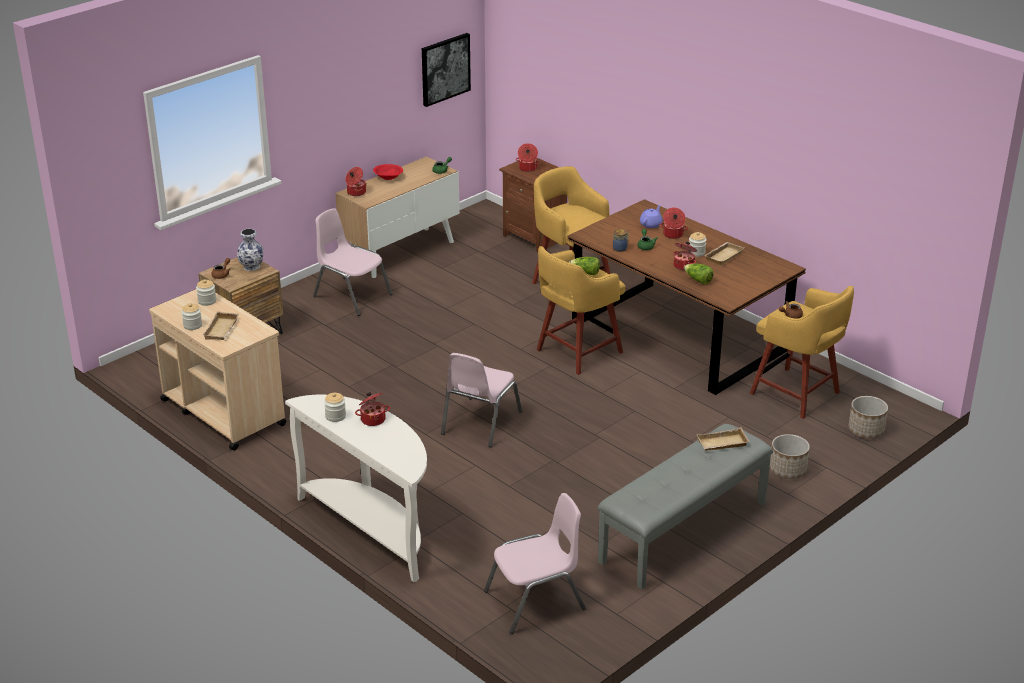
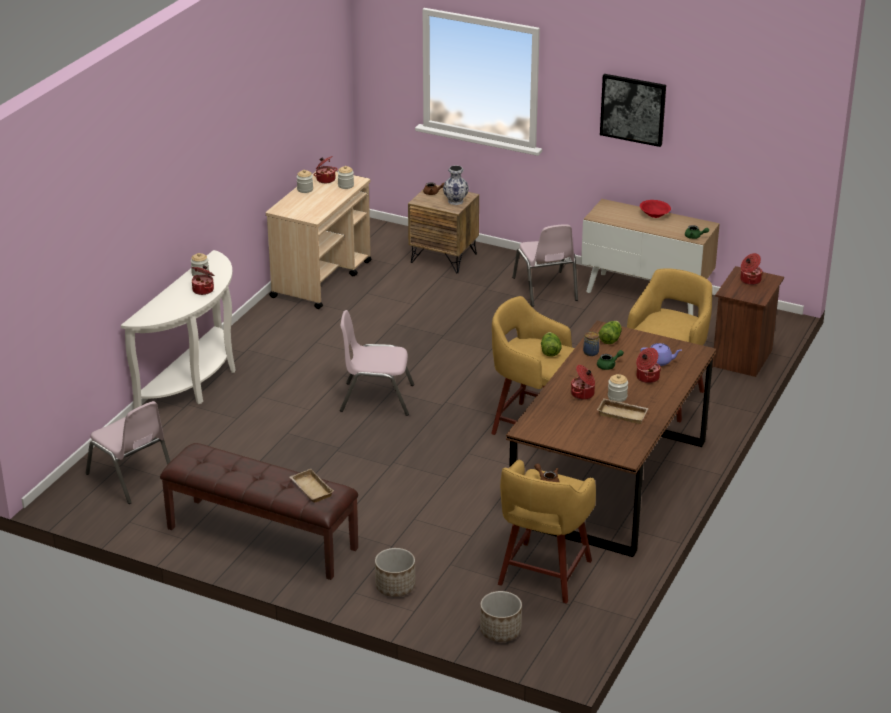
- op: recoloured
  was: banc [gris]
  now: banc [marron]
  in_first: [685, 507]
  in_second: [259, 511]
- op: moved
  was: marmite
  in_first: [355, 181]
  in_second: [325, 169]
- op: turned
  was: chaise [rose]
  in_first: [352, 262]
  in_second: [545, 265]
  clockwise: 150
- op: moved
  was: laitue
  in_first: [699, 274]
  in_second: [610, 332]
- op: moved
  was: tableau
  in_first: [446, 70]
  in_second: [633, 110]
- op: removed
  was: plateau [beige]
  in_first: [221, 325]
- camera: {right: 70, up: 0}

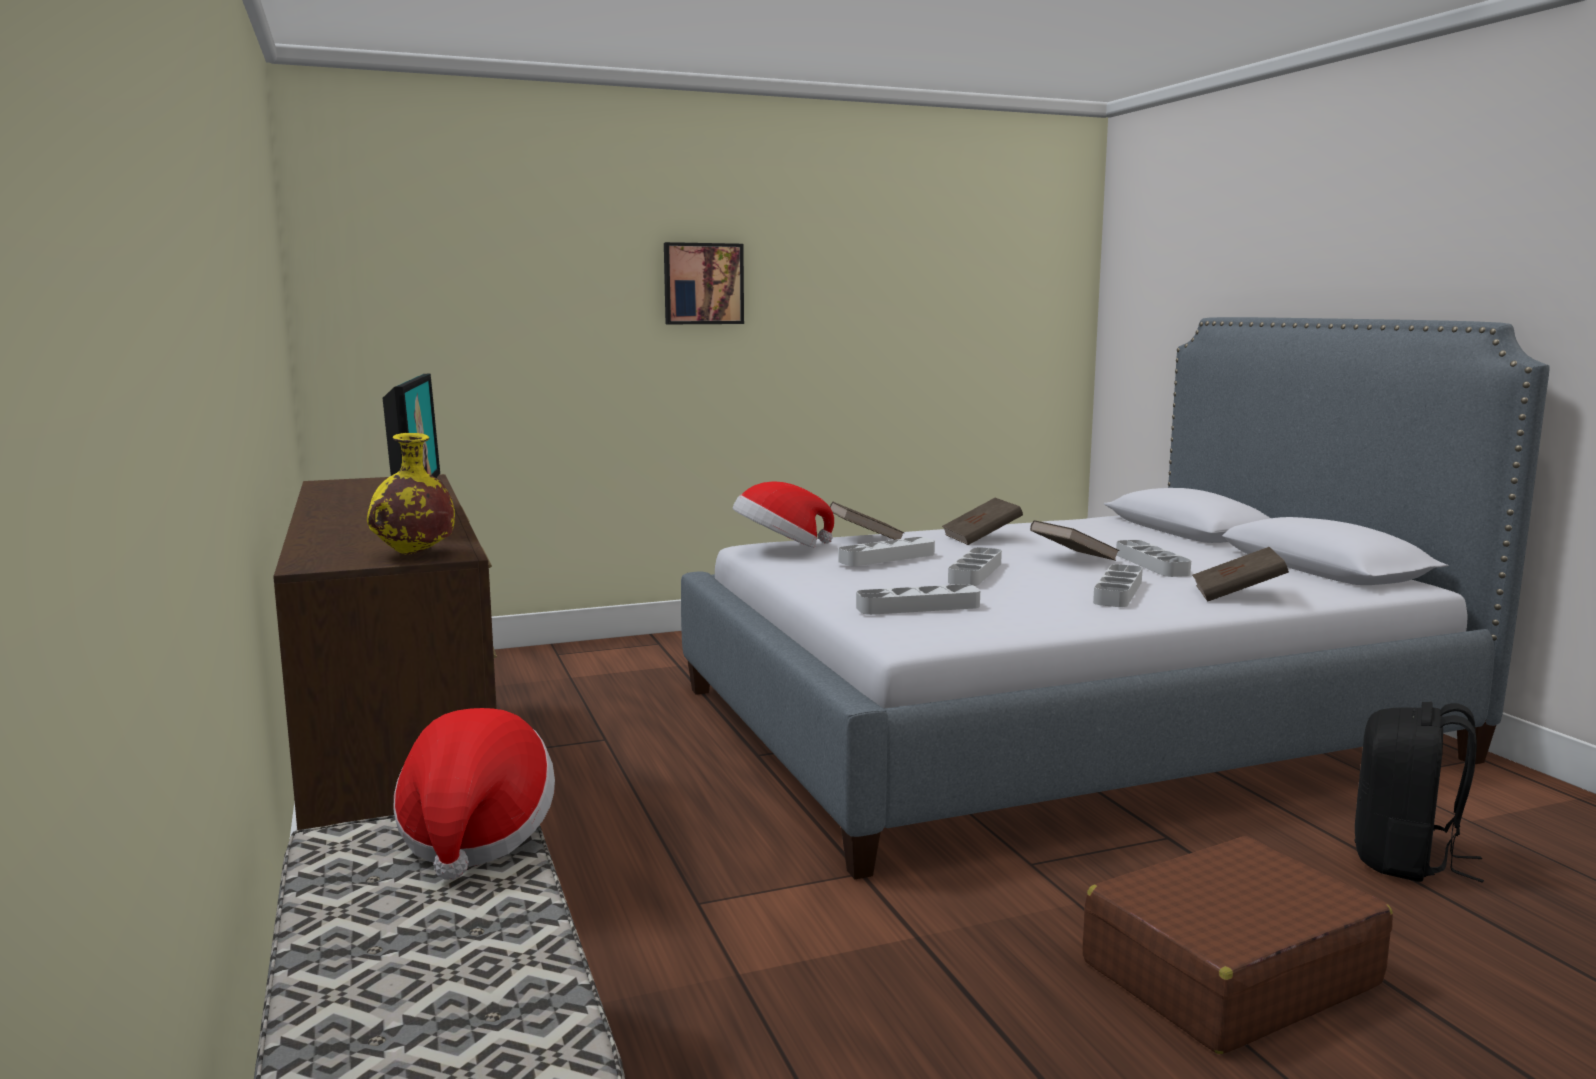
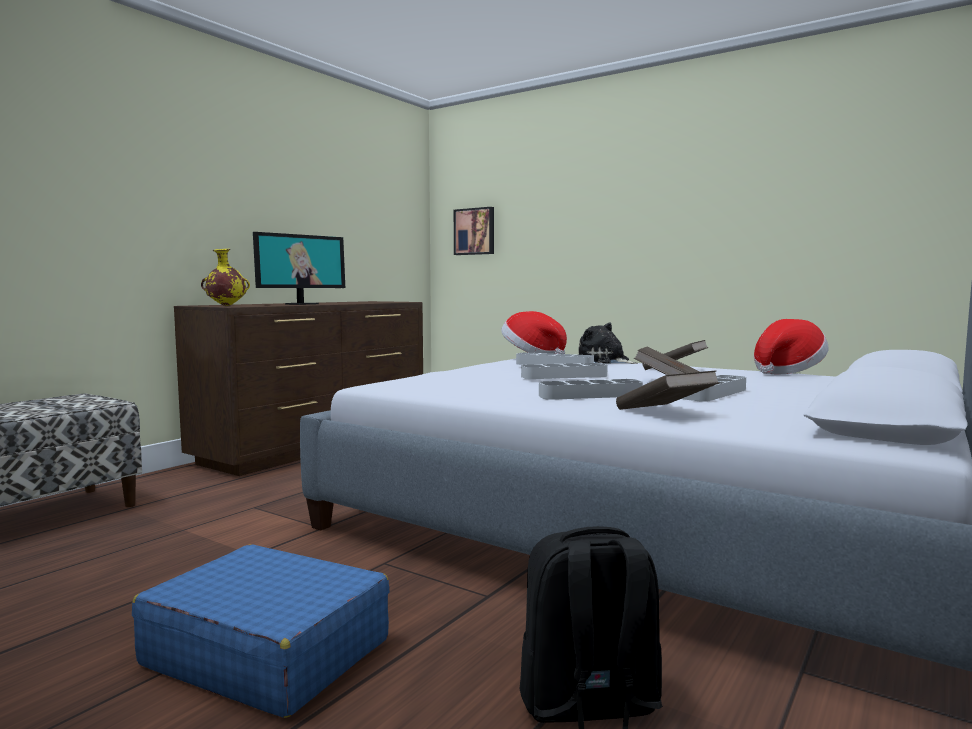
- op: recoloured
  was: valise [marron]
  now: valise [bleu]
  in_first: [1238, 945]
  in_second: [261, 631]
- op: moved
  was: tableau
  in_first: [704, 283]
  in_second: [474, 231]
- op: replaced
  was: livre [marron]
  now: peluche
  in_first: [867, 521]
  in_second: [608, 343]
- op: moved
  was: chapeau
  in_first: [474, 794]
  in_second: [791, 347]
- op: removed
  was: plateau [gris]
  in_first: [918, 599]
- camera: {right: 55, up: -5}

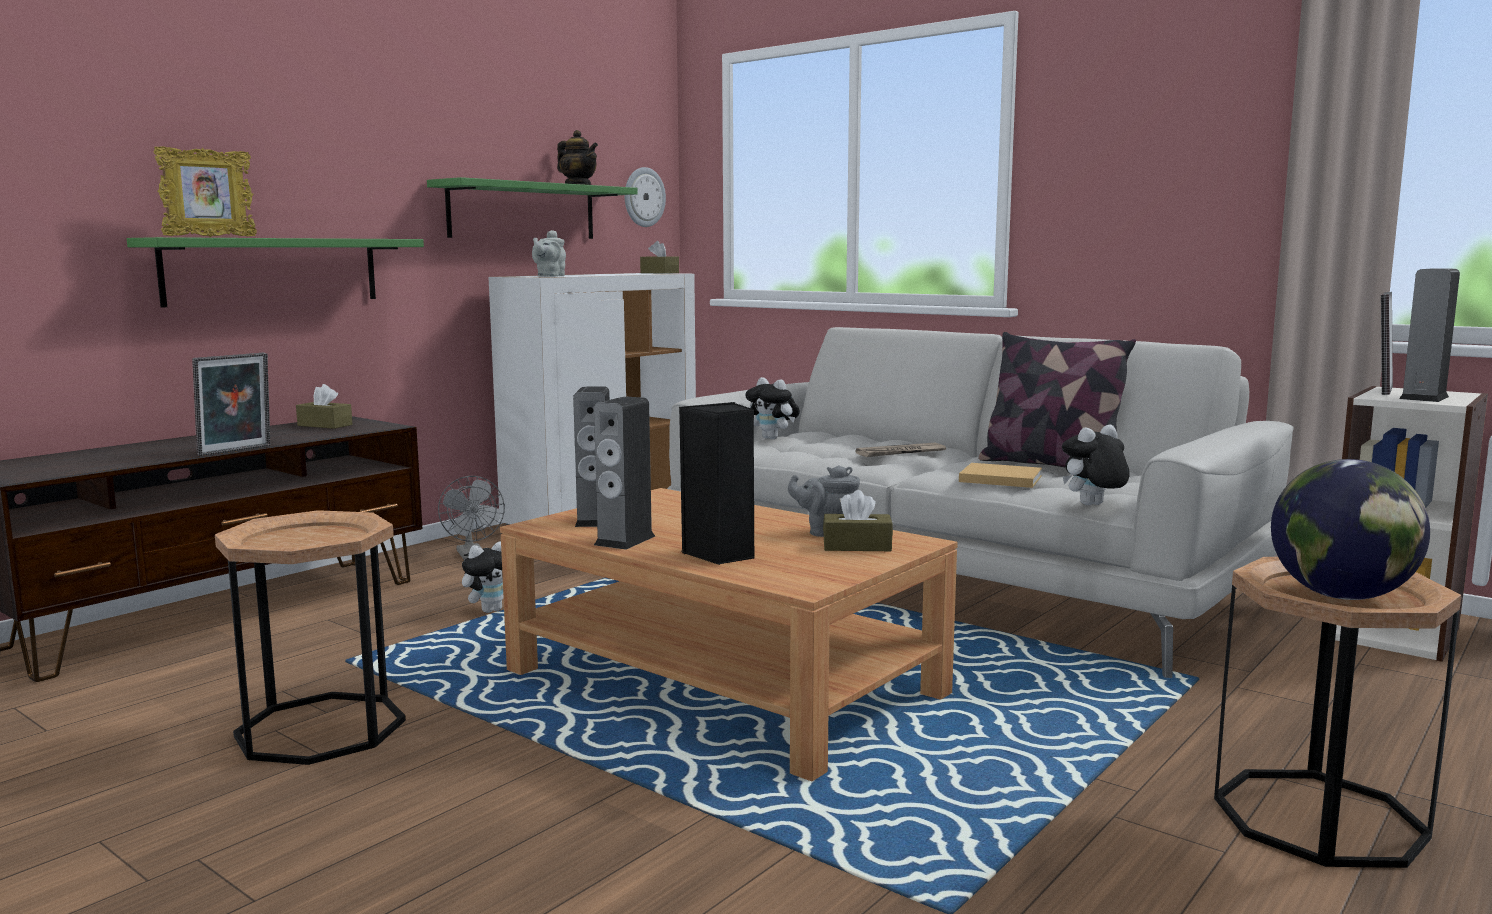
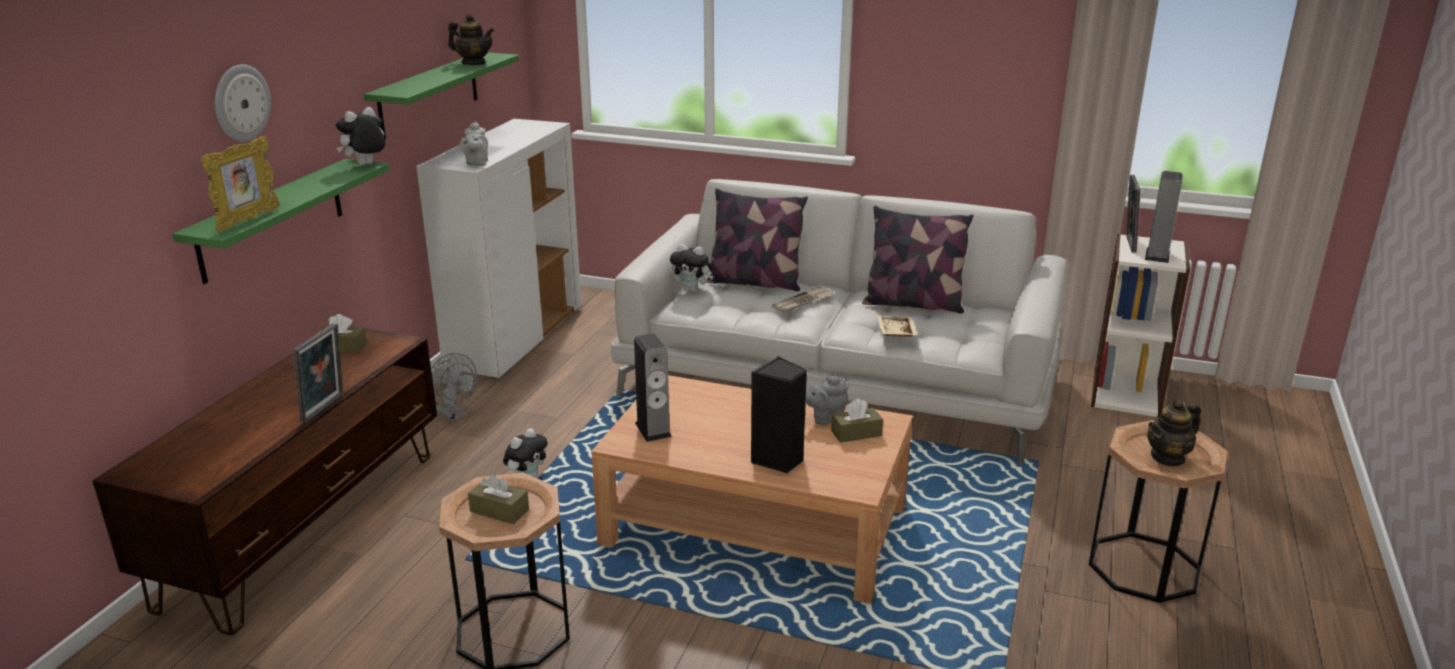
- op: moved
  was: horloge murale
  in_first: [645, 197]
  in_second: [243, 103]
- op: moved
  was: peluche
  in_first: [1095, 465]
  in_second: [361, 136]
- op: moved
  was: boîte à mouchoirs [marron]
  in_first: [659, 257]
  in_second: [498, 499]
- op: added
  now: coussin
  in_second: [757, 239]
- op: replaced
  was: livre [beige]
  now: plateau [beige]
  in_first: [1000, 475]
  in_second: [897, 326]
- op: replaced
  was: globe
  now: théière
  in_first: [1350, 529]
  in_second: [1174, 433]
- op: removed
  was: enceinte
  in_first: [624, 473]
- camera: {right: -20, up: 15}

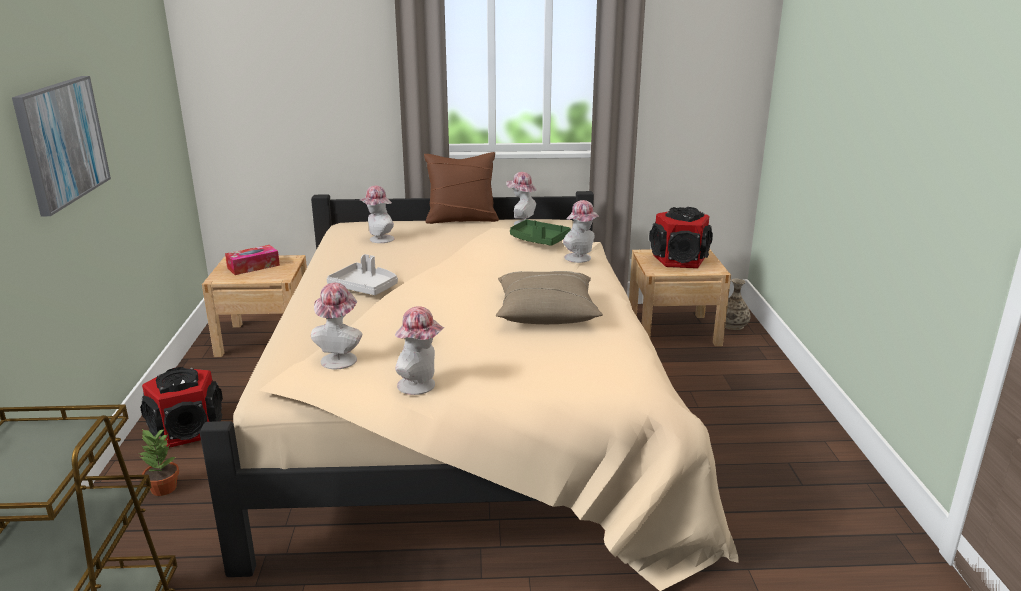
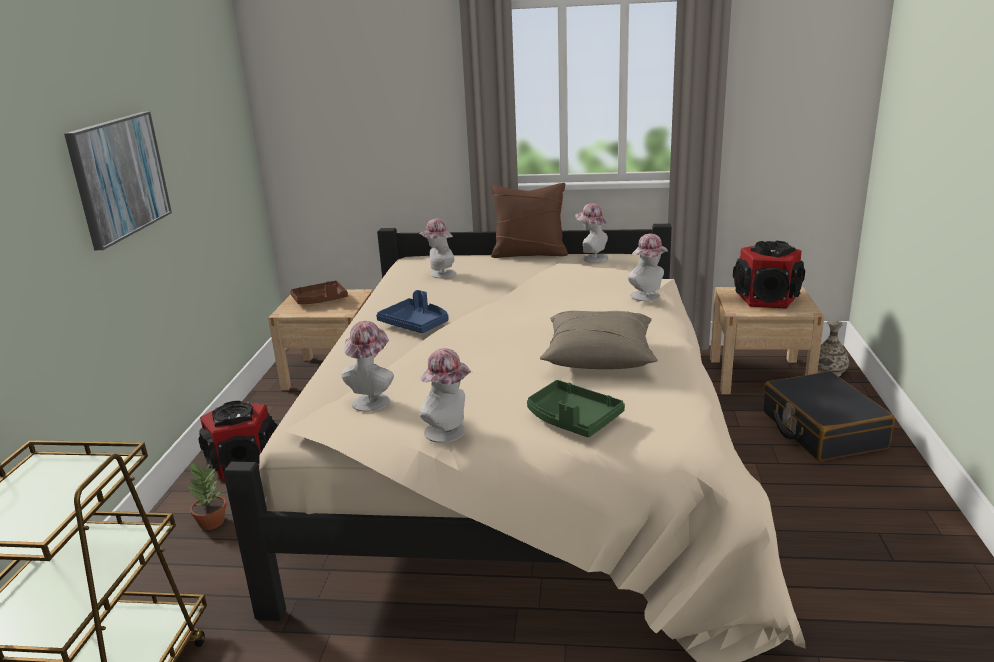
- op: replaced
  was: boîte à mouchoirs
  now: plateau [marron]
  in_first: [252, 260]
  in_second: [319, 292]
- op: recoloured
  was: plateau [gris]
  now: plateau [bleu]
  in_first: [362, 274]
  in_second: [412, 311]
- op: moved
  was: plateau [vert]
  in_first: [540, 233]
  in_second: [576, 408]
- op: added
  now: valise [noir]
  in_second: [829, 416]
- camera: {right: 10, up: 0}

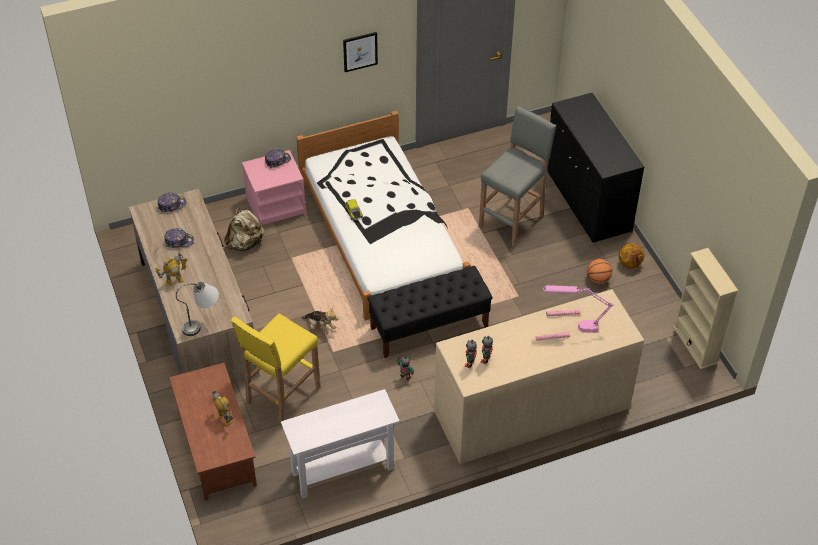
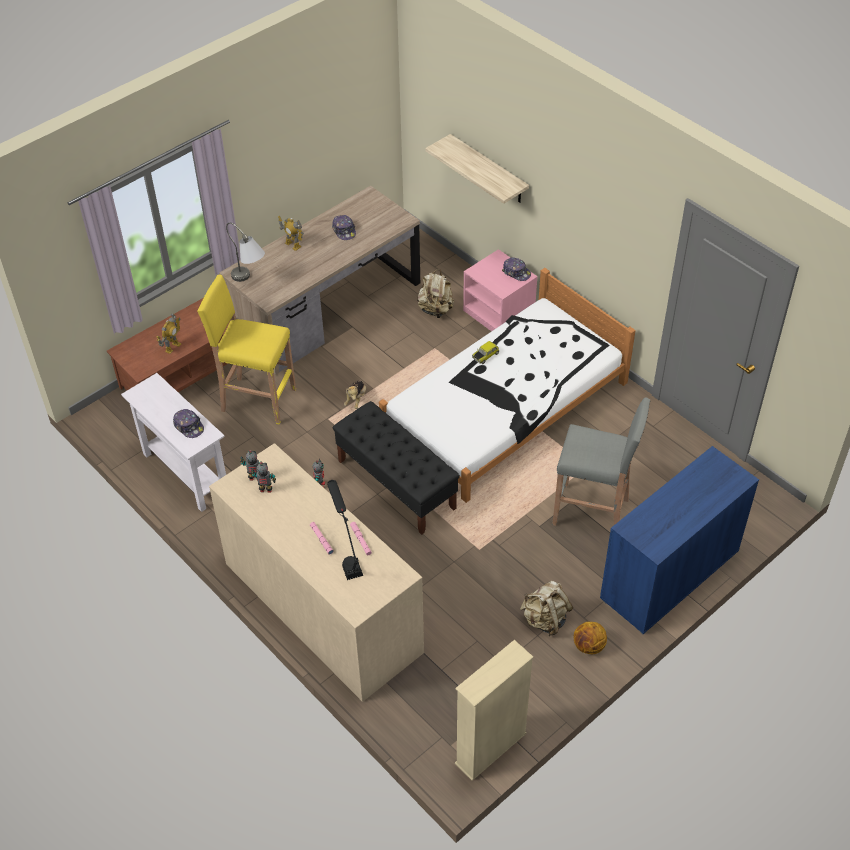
- op: moved
  was: casquette
  in_first: [172, 203]
  in_second: [188, 423]
- op: recoloured
  was: lampe de table [rose]
  now: lampe de table [noir]
  in_first: [578, 309]
  in_second: [345, 530]
- op: added
  now: étagère
  in_second: [477, 169]
- op: replaced
  was: ballon de basket
  now: sac à dos [beige]
  in_first: [599, 271]
  in_second: [546, 608]
- op: recoloured
  was: meuble de rangement [noir]
  now: meuble de rangement [bleu]
  in_first: [595, 168]
  in_second: [679, 540]
- op: removed
  was: tableau
  in_first: [360, 52]
- camera: {right: 70, up: 0}

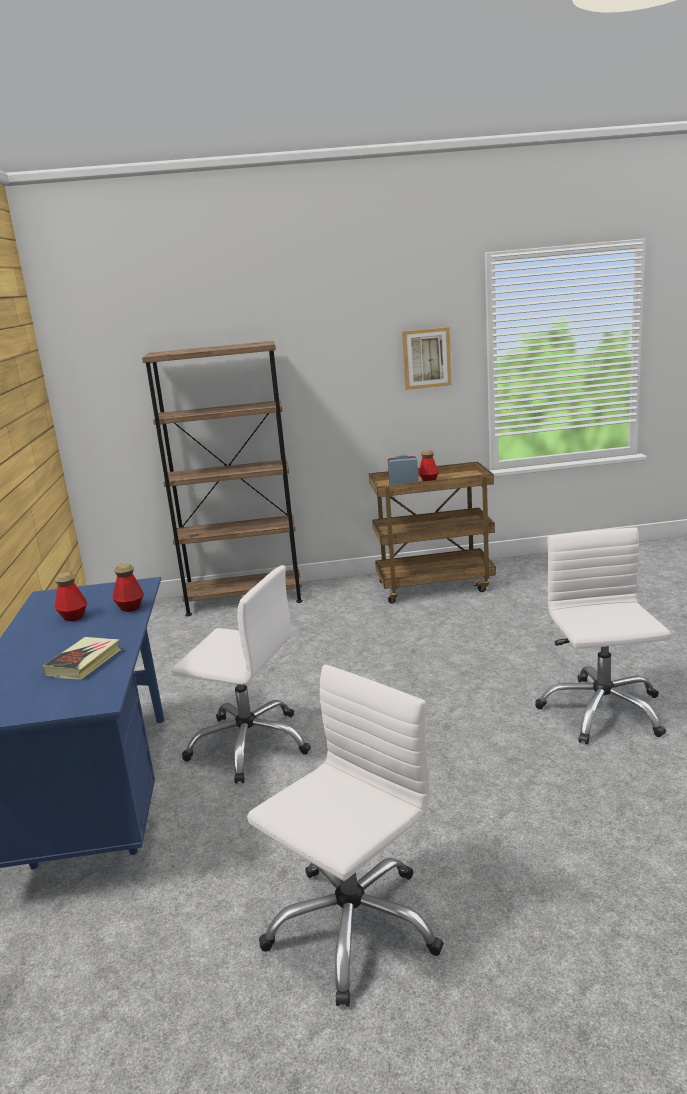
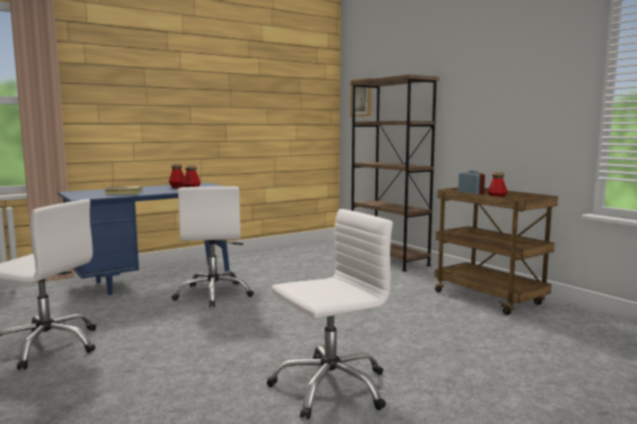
- op: moved
  was: tableau
  in_first: [427, 358]
  in_second: [361, 97]
- camera: {right: 60, up: -10}

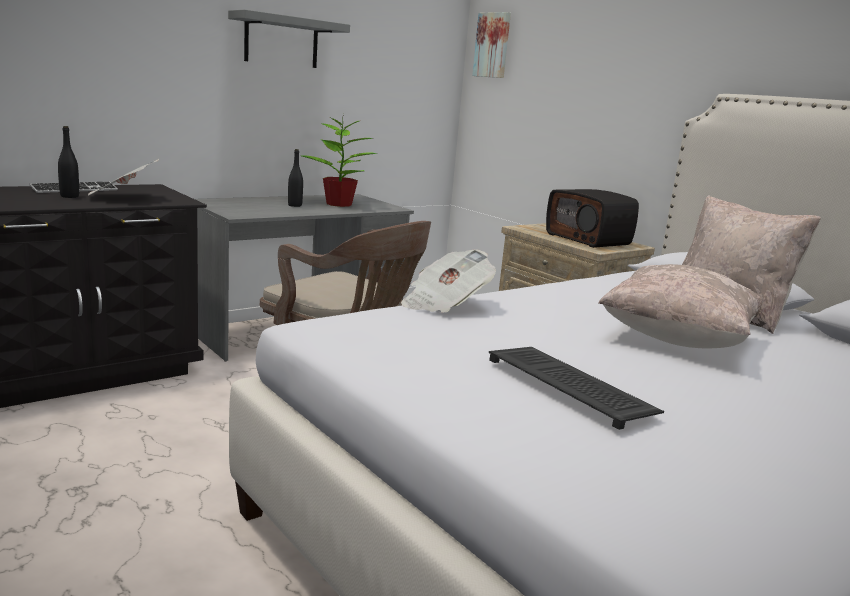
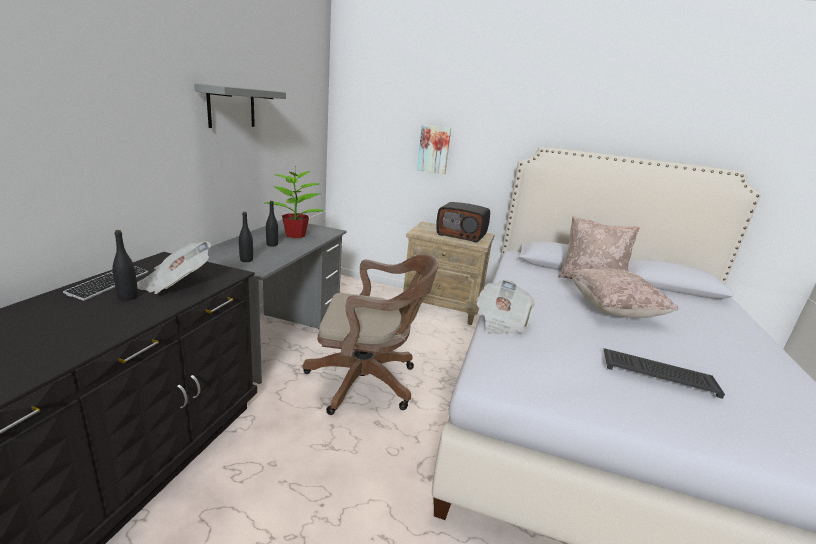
- op: added
  now: bouteille [noir]
  in_second: [246, 237]
- op: moved
  was: tableau
  in_first: [491, 45]
  in_second: [434, 149]
- camera: {right: -35, up: 5}

